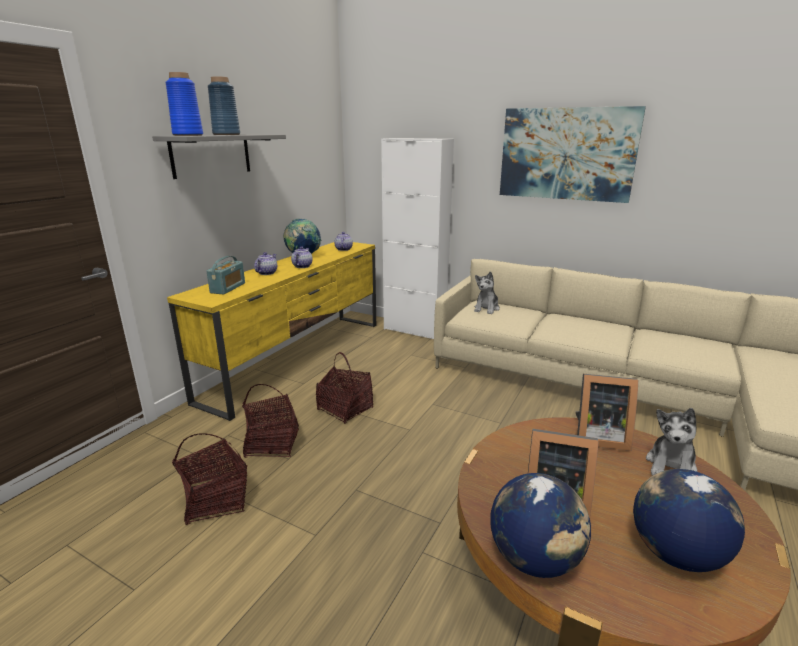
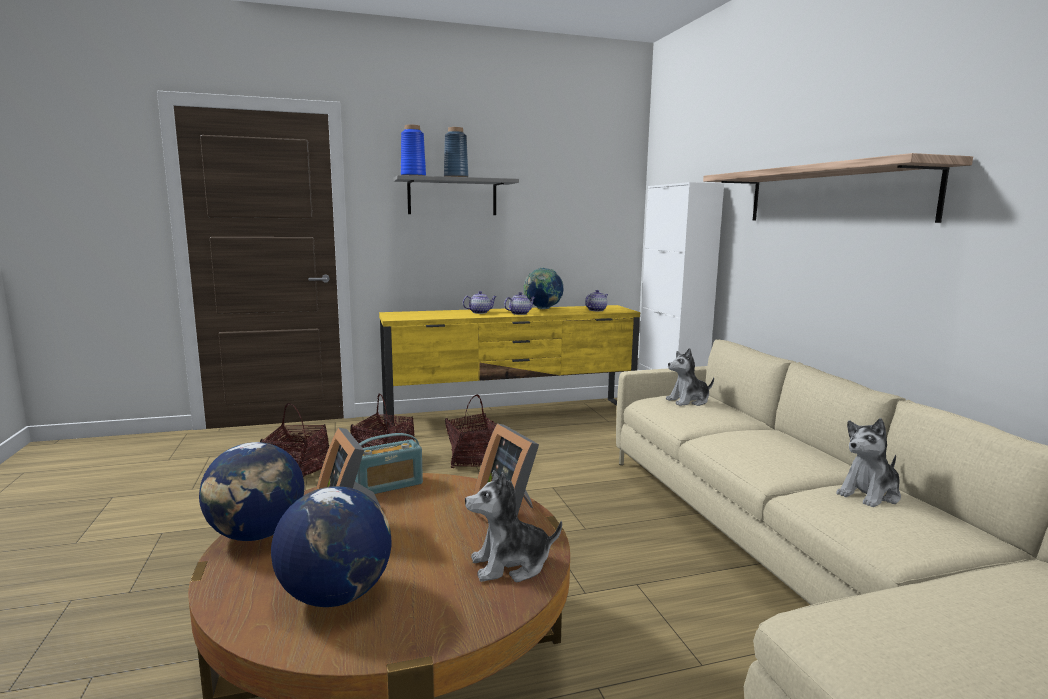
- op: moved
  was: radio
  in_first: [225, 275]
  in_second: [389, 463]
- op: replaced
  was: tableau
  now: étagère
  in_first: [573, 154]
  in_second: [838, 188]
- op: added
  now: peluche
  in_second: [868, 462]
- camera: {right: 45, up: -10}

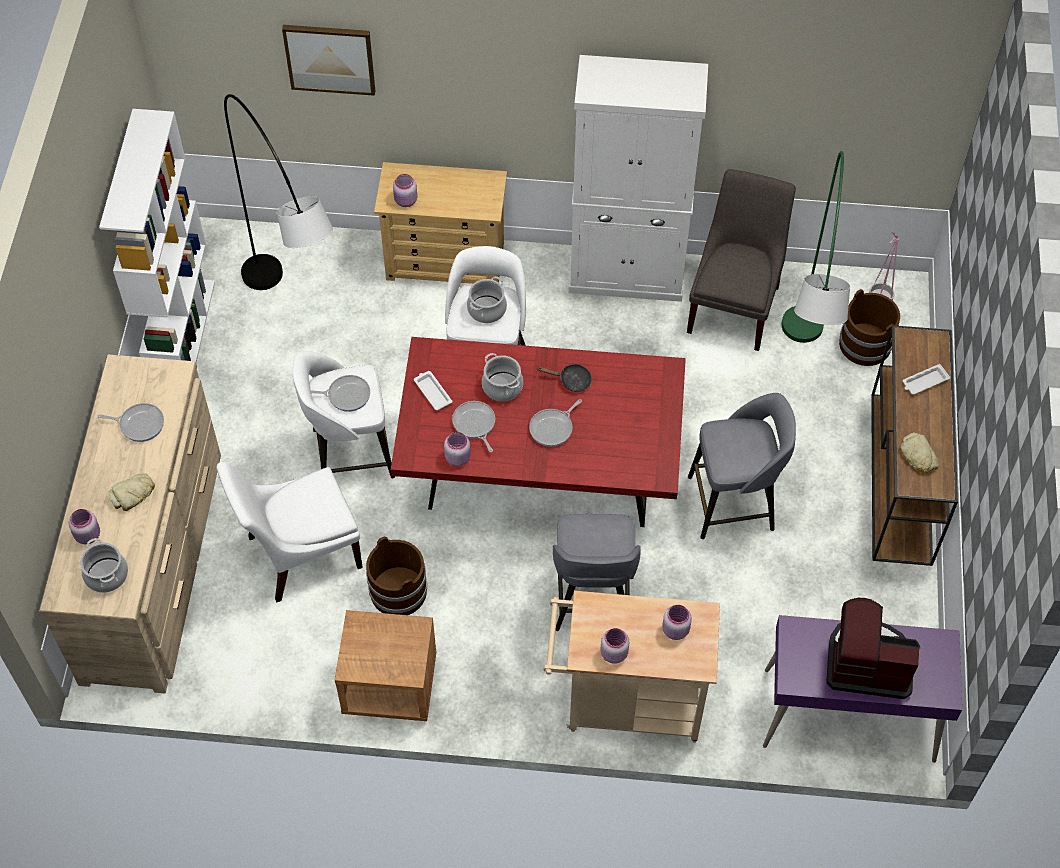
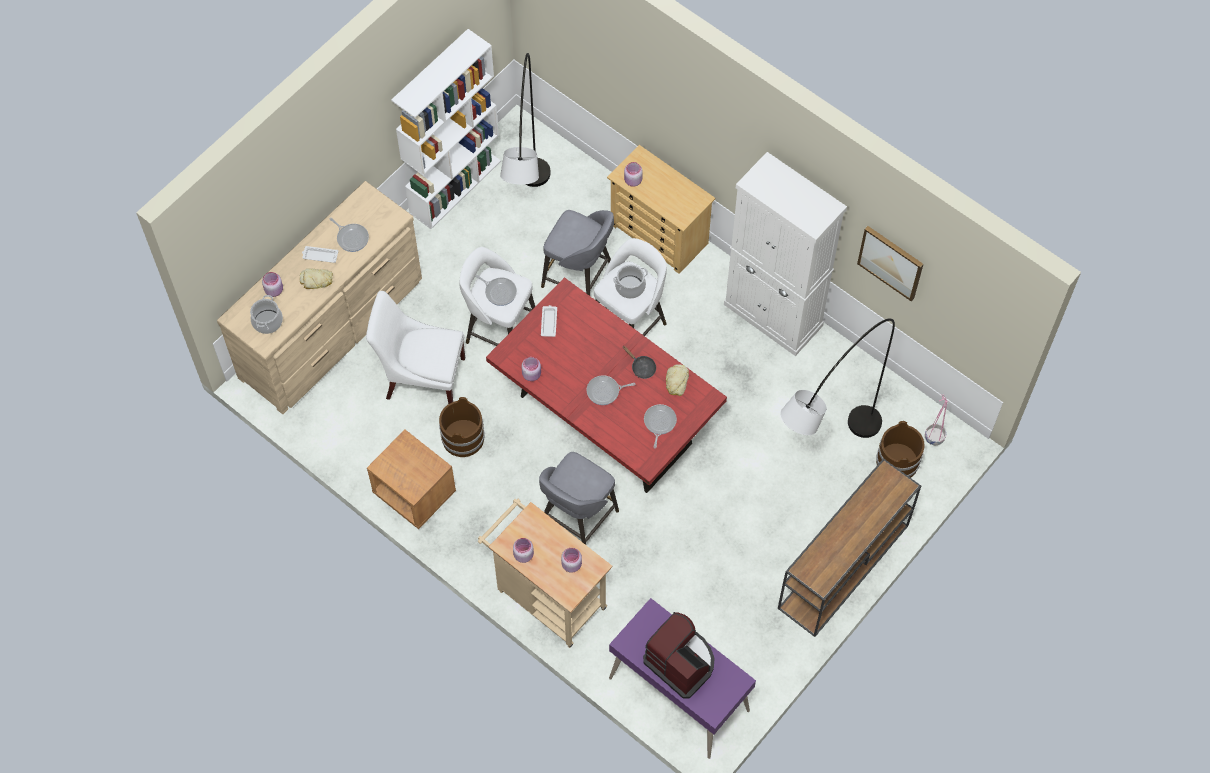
- op: moved
  was: plateau [blanc]
  in_first: [926, 379]
  in_second: [320, 254]
- op: moved
  was: tabouret [gris]
  in_first: [742, 466]
  in_second: [577, 253]
- op: moved
  was: poêle
  in_first: [473, 426]
  in_second: [660, 426]
- op: moved
  was: pain
  in_first: [919, 453]
  in_second: [677, 380]
- op: recoloured
  was: lampadaire [vert]
  now: lampadaire [gris]
  in_first: [815, 247]
  in_second: [837, 378]
- op: moved
  was: tableau
  in_first: [328, 60]
  in_second: [890, 263]
- op: removed
  was: marmite
  in_first: [502, 377]
- op: removed
  was: chaise [gris]
  in_first: [741, 260]
- camera: {right: 35, up: 5}

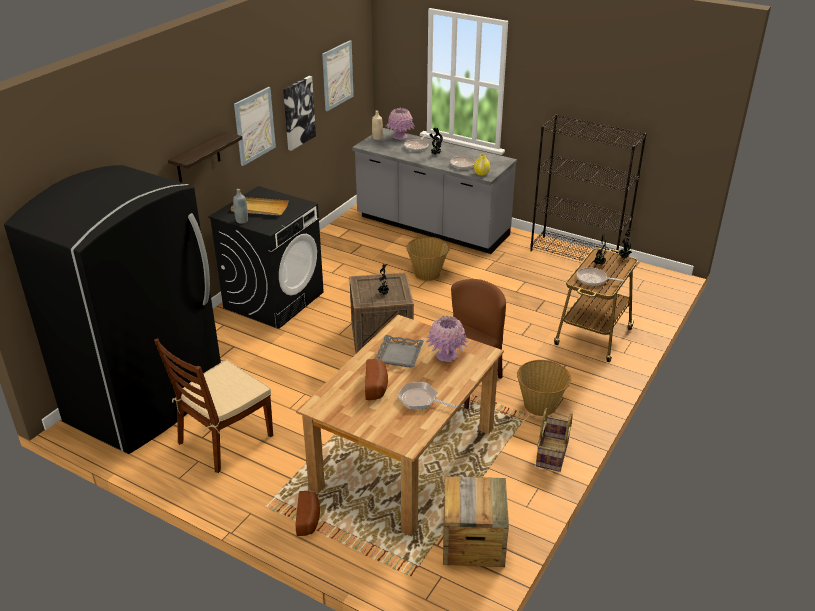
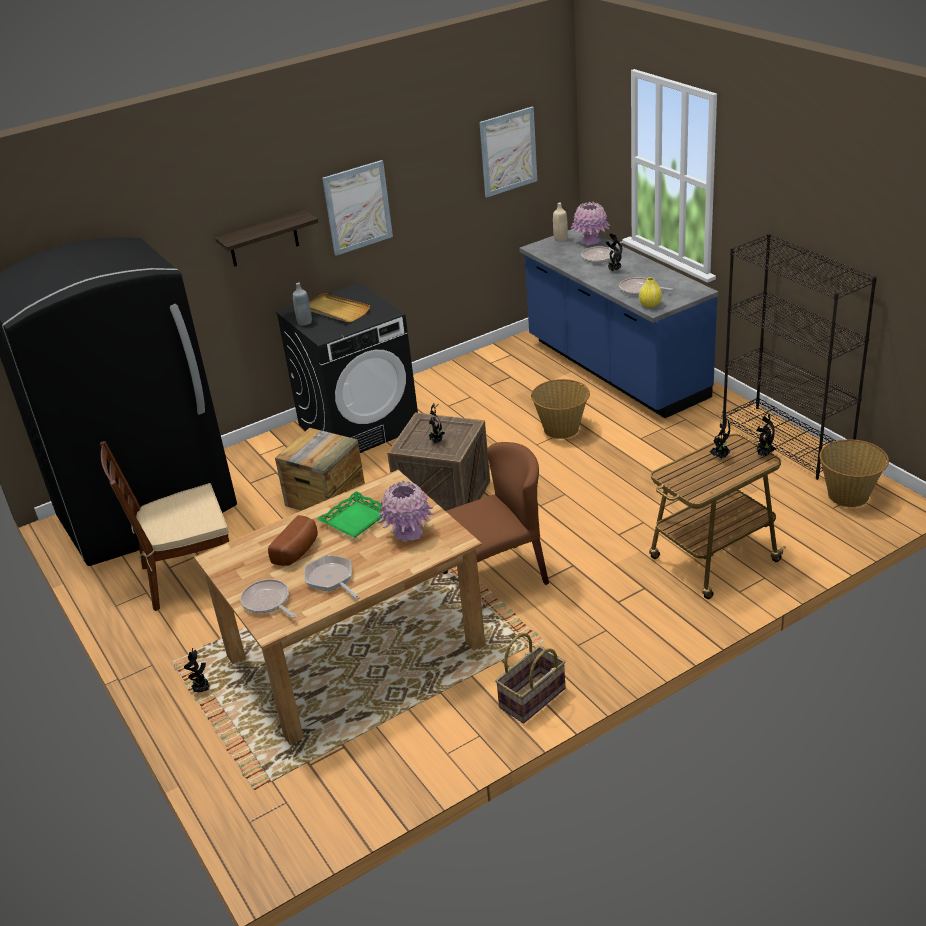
- op: replaced
  was: pain
  now: plante en pot
  in_first: [308, 513]
  in_second: [196, 670]
- op: moved
  was: poêle
  in_first: [600, 276]
  in_second: [268, 598]
- op: moved
  was: caisse
  in_first: [476, 521]
  in_second: [320, 469]
- op: recoloured
  was: plateau [gris]
  now: plateau [vert]
  in_first: [399, 351]
  in_second: [350, 514]
- op: recoloured
  was: comptoir de cuisine [gris]
  now: comptoir de cuisine [bleu]
  in_first: [434, 191]
  in_second: [618, 323]
- op: moved
  was: panier
  in_first: [544, 388]
  in_second: [854, 473]
- op: removed
  was: tableau
  in_first: [299, 113]
- camera: {right: 30, up: 0}

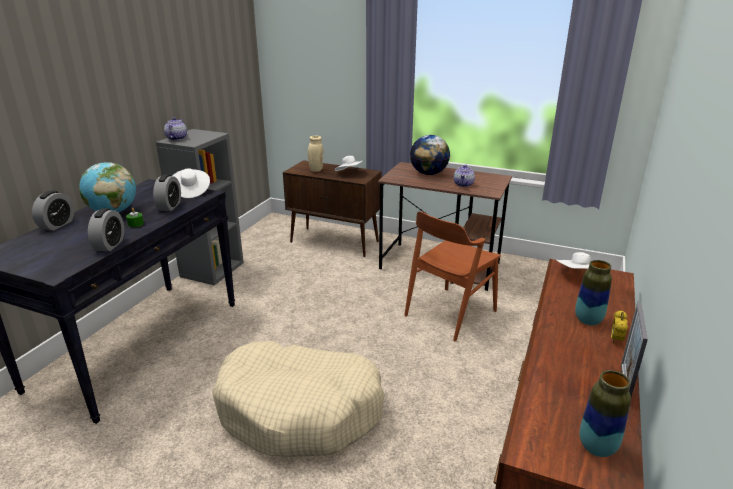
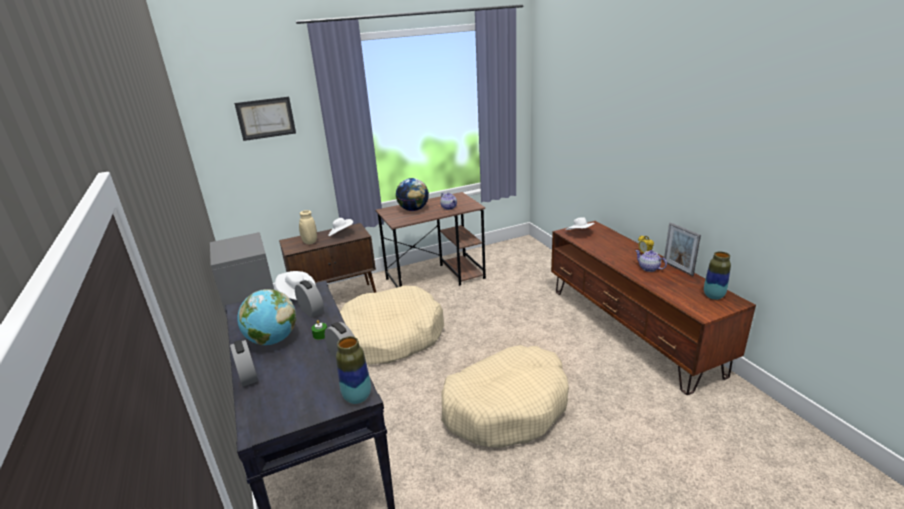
- op: added
  now: tableau
  in_second: [265, 119]
- op: moved
  was: vase
  in_first: [593, 292]
  in_second: [353, 370]
- op: added
  now: panier pour chien [beige]
  in_second: [392, 325]
- op: moved
  was: théière
  in_first: [175, 129]
  in_second: [651, 261]
- op: removed
  was: chaise [marron]
  in_first: [452, 276]
- camera: {right: -45, up: 0}

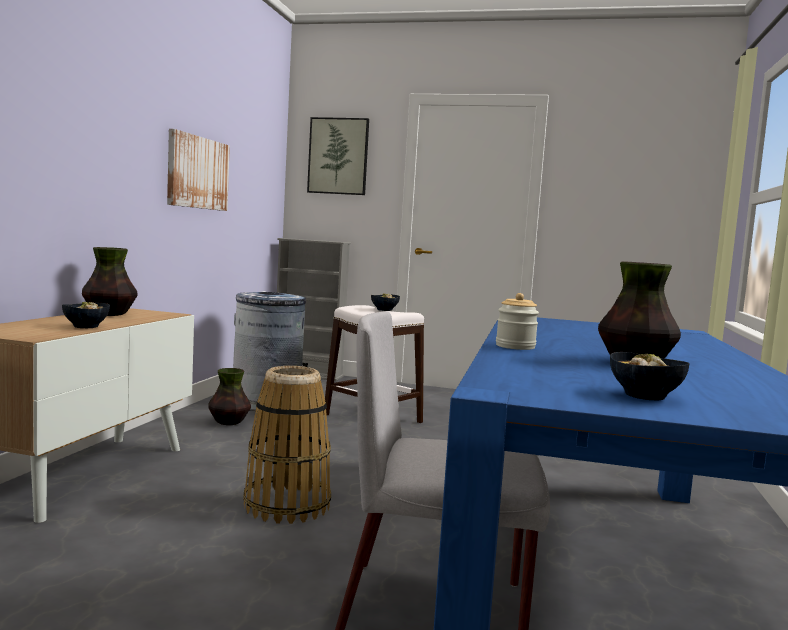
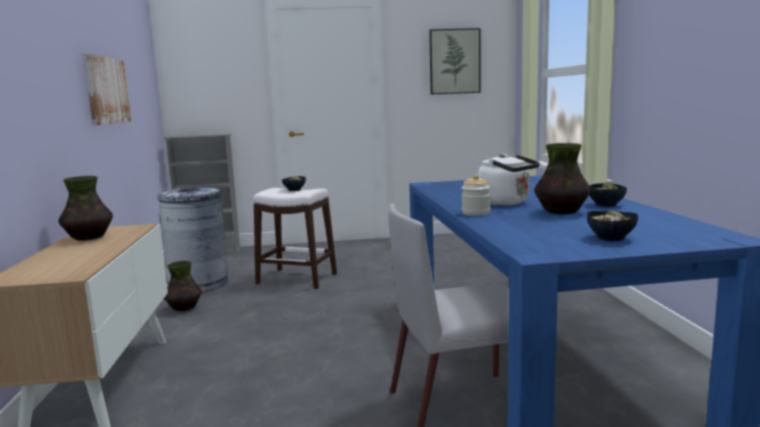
- op: moved
  was: tableau
  in_first: [338, 156]
  in_second: [455, 61]
- op: added
  now: bouilloire [blanc]
  in_second: [509, 179]
- op: moved
  was: bol
  in_first: [86, 315]
  in_second: [608, 195]
- op: removed
  was: panier
  in_first: [287, 445]
- camera: {right: -20, up: 5}

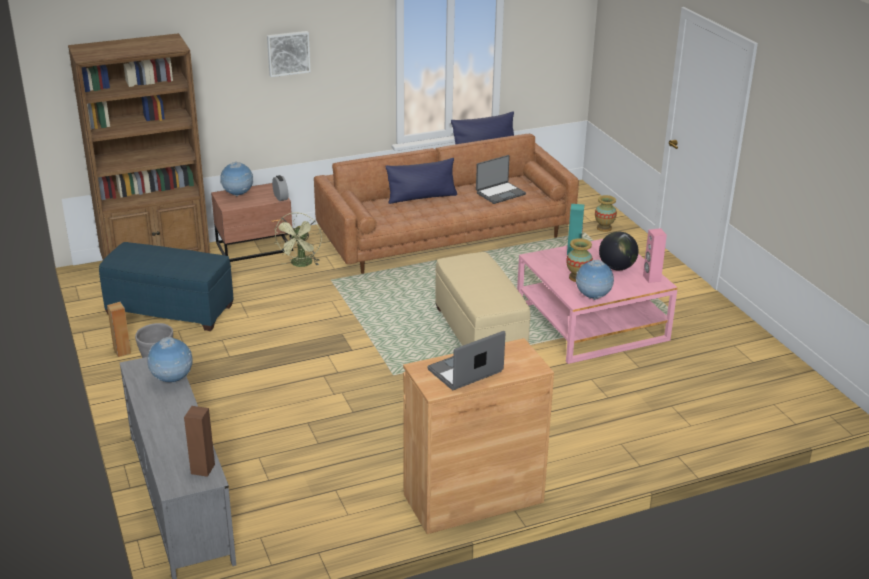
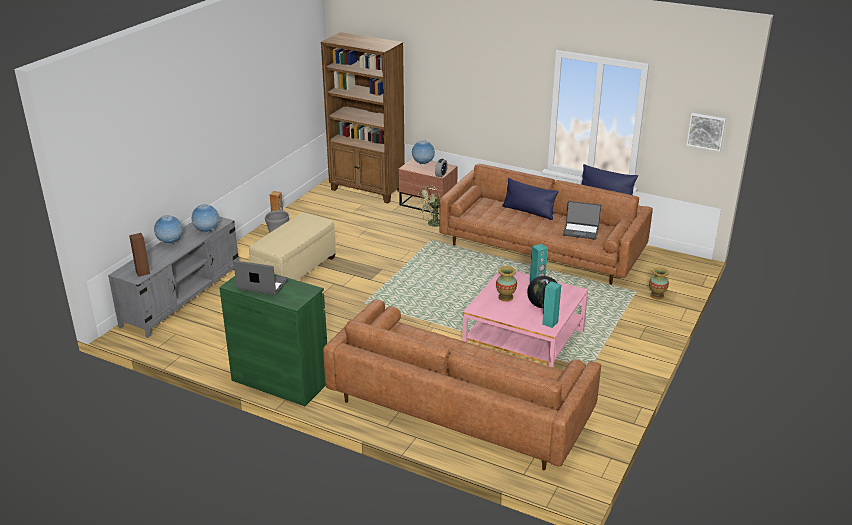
- op: moved
  was: globe
  in_first: [595, 280]
  in_second: [168, 229]
- op: recoloured
  was: meuble de rangement [marron]
  now: meuble de rangement [vert]
  in_first: [478, 436]
  in_second: [273, 340]
- op: moved
  was: pouf [beige]
  in_first: [482, 298]
  in_second: [292, 246]
- op: added
  now: canapé [marron]
  in_second: [462, 384]
- op: recoloured
  was: enceinte [rose]
  now: enceinte [turquoise]
  in_first: [655, 255]
  in_second: [551, 304]
- op: moved
  was: tableau
  in_first: [289, 54]
  in_second: [706, 132]
- op: removed
  was: pouf [bleu]
  in_first: [166, 286]
- camera: {right: 50, up: 0}

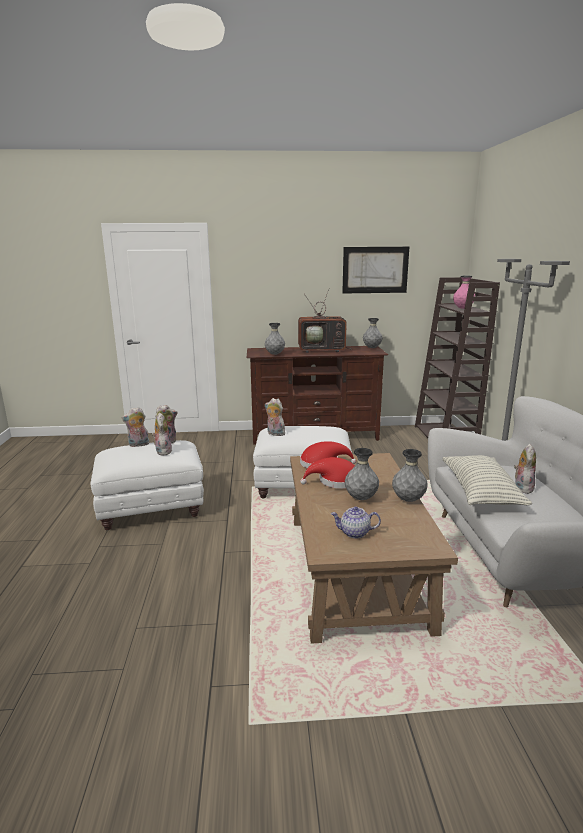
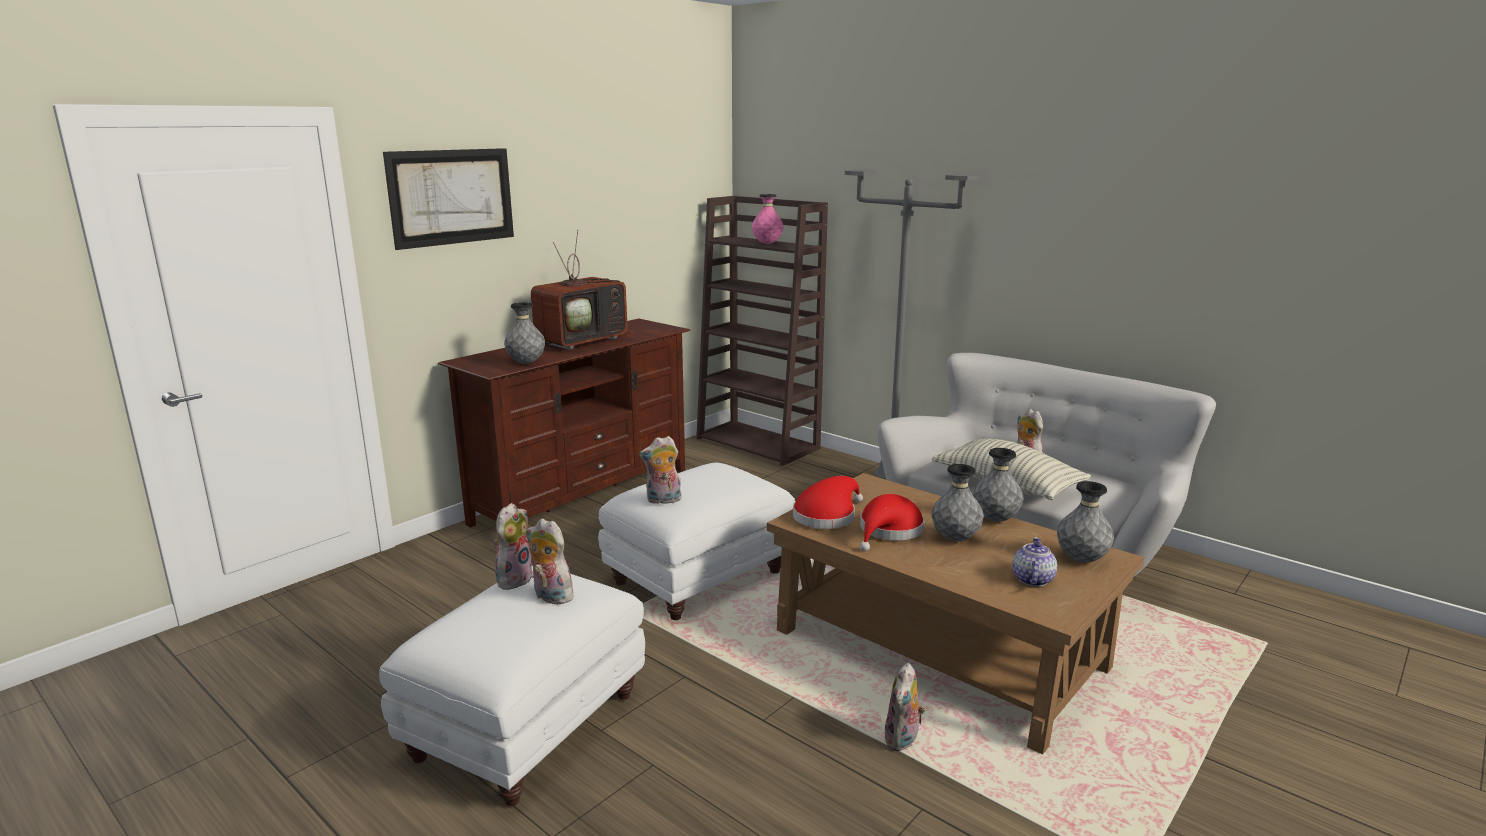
- op: moved
  was: tableau
  in_first: [375, 270]
  in_second: [448, 199]
- op: moved
  was: peluche
  in_first: [135, 427]
  in_second: [905, 707]
- op: turned
  was: théière
  in_first: [356, 522]
  in_second: [1034, 562]
  clockwise: 150
- op: moved
  was: vase [gris]
  in_first: [372, 333]
  in_second: [1085, 522]
- camera: {right: -45, up: 0}

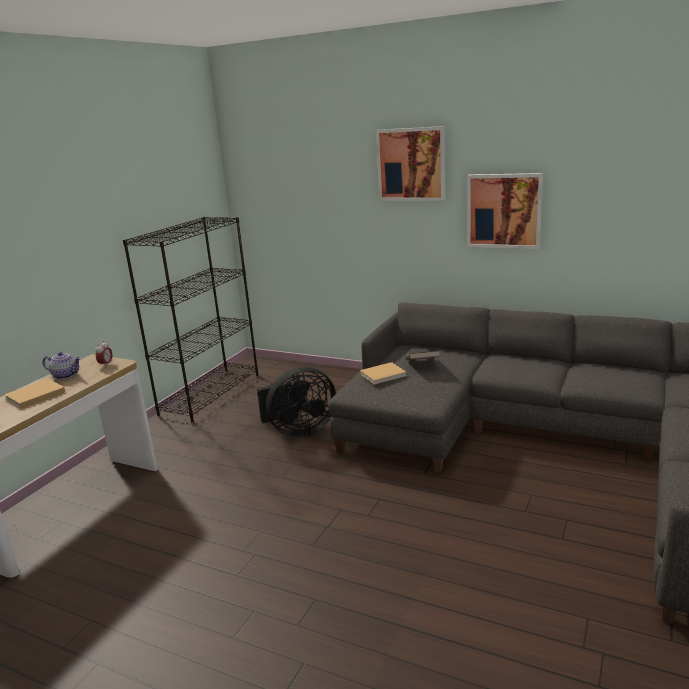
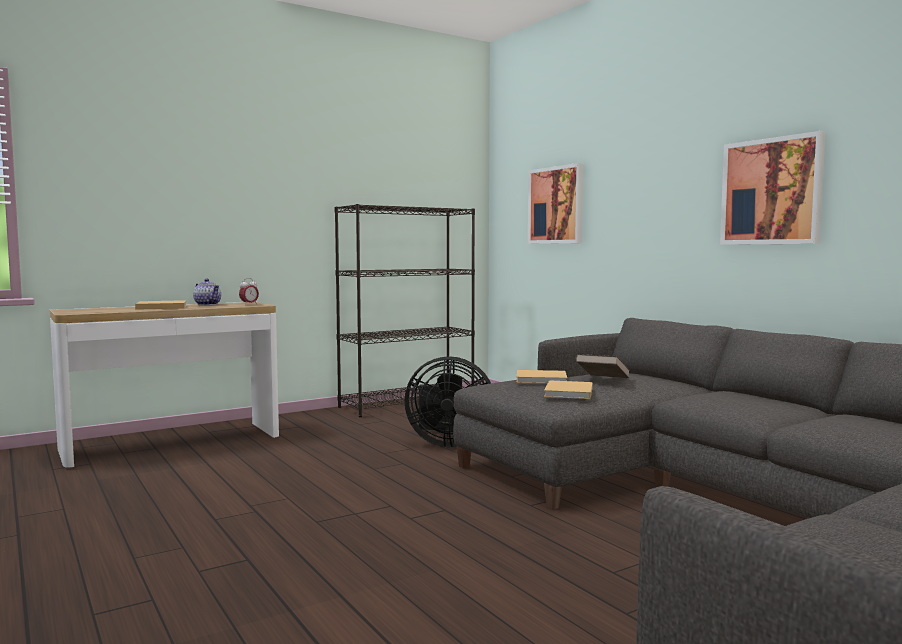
- op: moved
  was: tableau
  in_first: [411, 163]
  in_second: [555, 203]
- op: added
  now: livre [beige]
  in_second: [568, 389]
- camera: {right: 30, up: -15}

